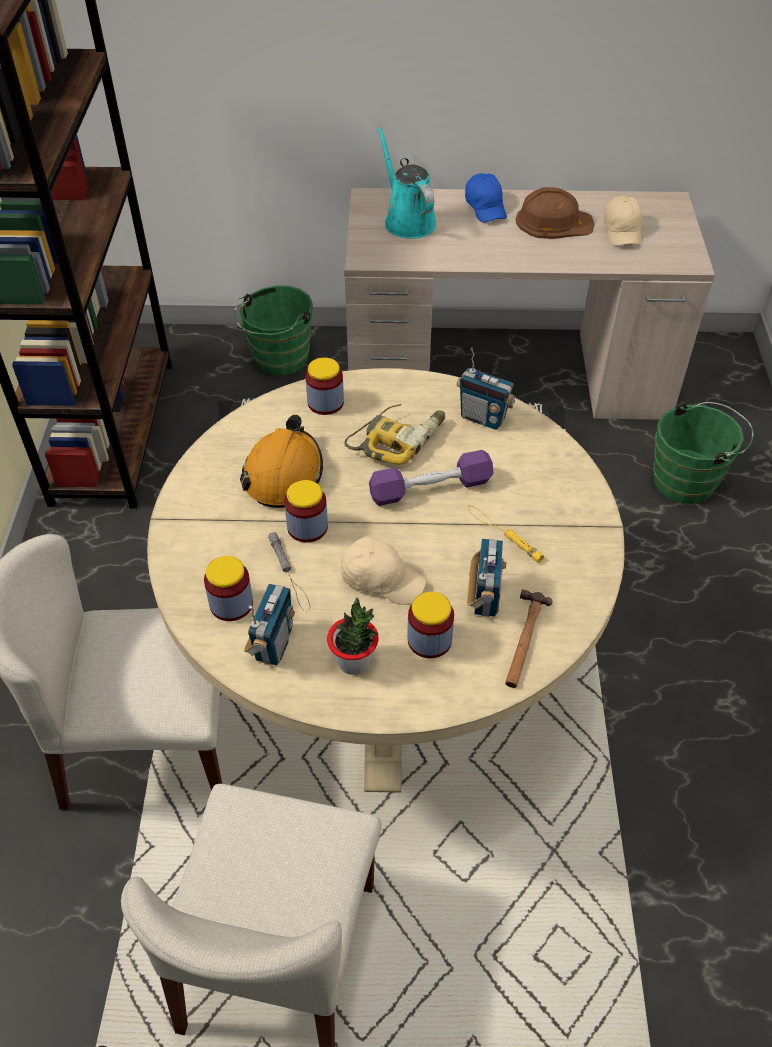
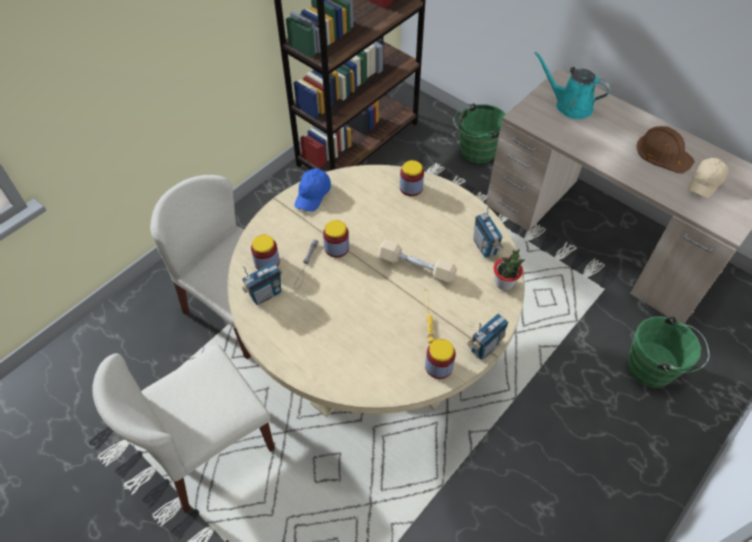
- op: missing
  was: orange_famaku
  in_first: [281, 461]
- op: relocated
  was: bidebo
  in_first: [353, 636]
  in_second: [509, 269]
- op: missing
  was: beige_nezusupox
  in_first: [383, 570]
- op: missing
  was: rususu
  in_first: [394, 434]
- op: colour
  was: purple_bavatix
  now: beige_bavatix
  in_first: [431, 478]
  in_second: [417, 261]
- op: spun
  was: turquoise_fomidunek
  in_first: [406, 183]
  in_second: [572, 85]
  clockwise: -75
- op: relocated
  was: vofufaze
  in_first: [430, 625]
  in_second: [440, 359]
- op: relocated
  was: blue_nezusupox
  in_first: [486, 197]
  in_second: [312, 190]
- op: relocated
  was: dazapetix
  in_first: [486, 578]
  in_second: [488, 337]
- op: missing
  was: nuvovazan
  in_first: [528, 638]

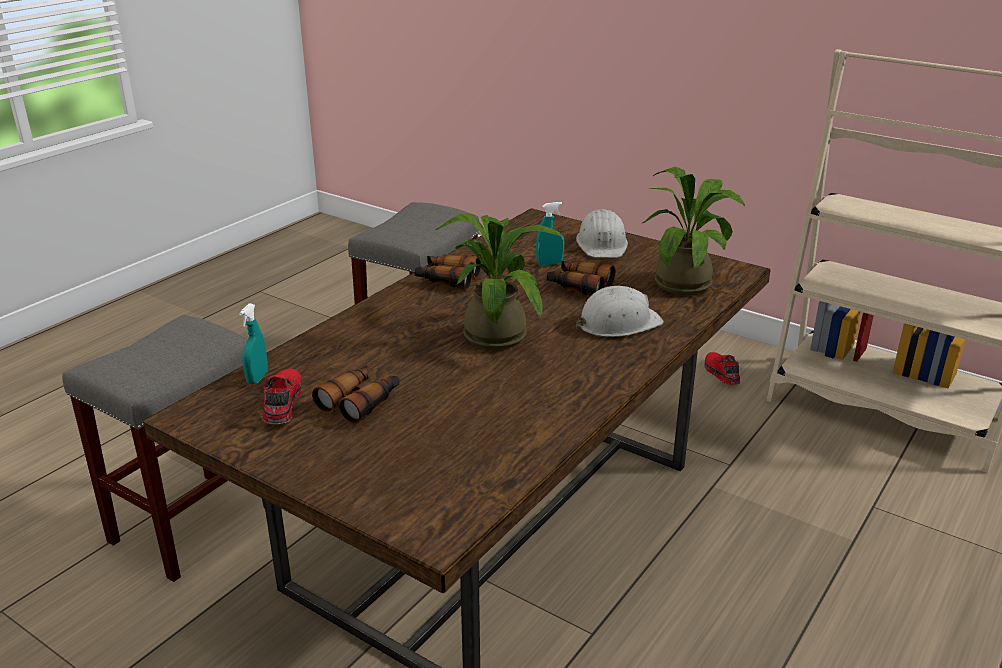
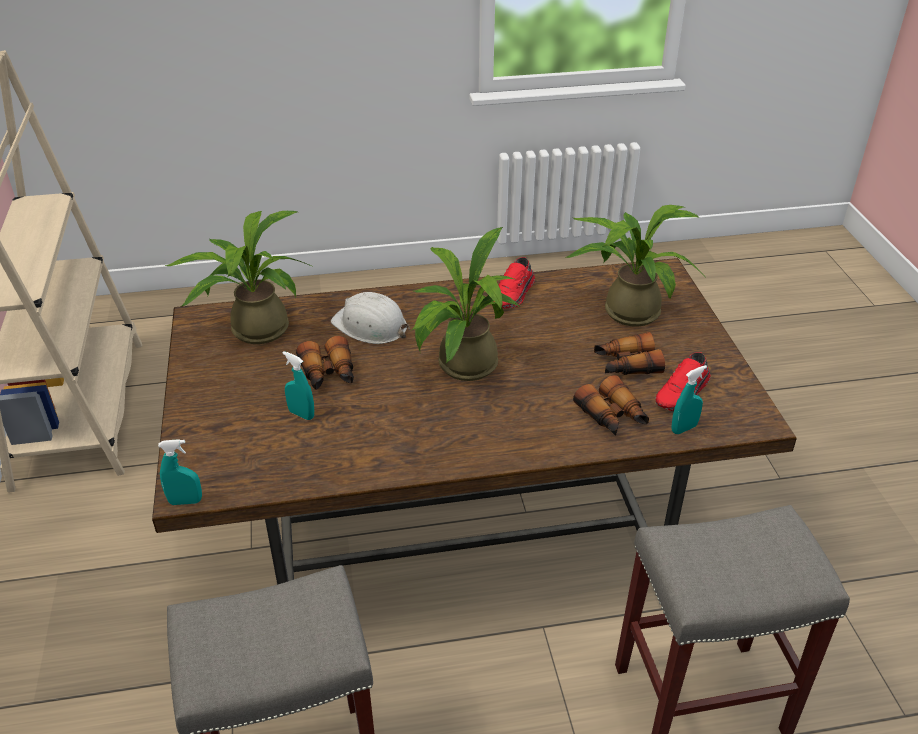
- op: relocated
  was: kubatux
  in_first: [447, 272]
  in_second: [611, 405]
- op: missing
  was: white_famaku
  in_first: [602, 233]
- op: relocated
  was: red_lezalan
  in_first: [722, 368]
  in_second: [513, 283]
- op: appeared
  now: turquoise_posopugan
  in_second: [180, 472]
- op: appeared
  now: bidebo
  in_second: [635, 266]

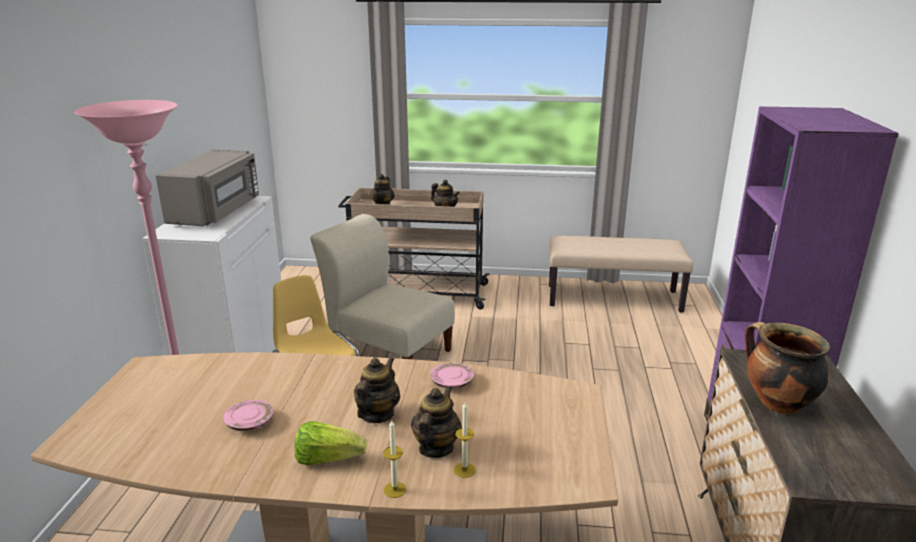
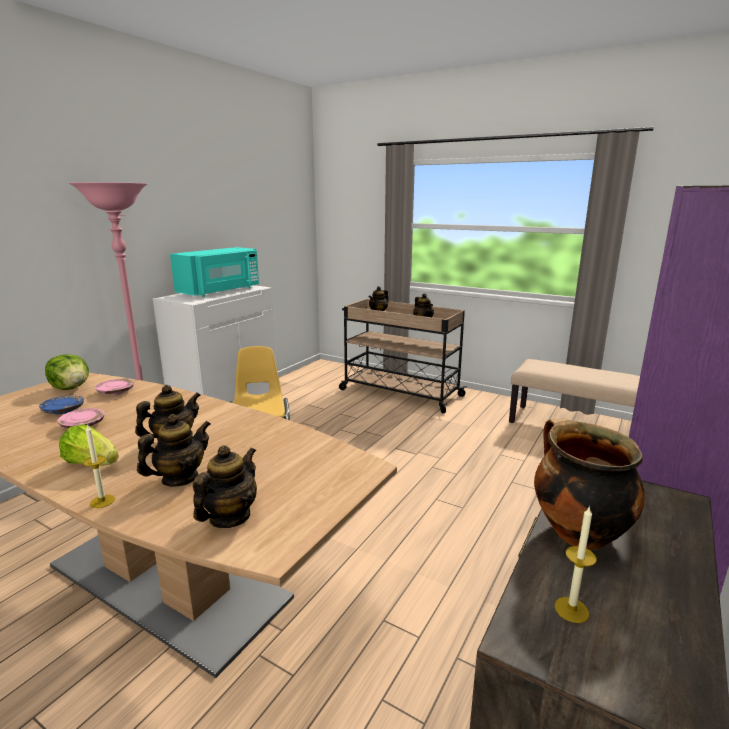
- op: colour
  was: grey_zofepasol
  now: turquoise_zofepasol
  in_first: [207, 188]
  in_second: [214, 272]
- op: missing
  was: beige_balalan
  in_first: [382, 286]
- op: relocated
  was: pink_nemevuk
  in_first: [452, 376]
  in_second: [114, 387]
- op: relocated
  was: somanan
  in_first: [464, 440]
  in_second: [575, 564]
- op: appeared
  now: blue_nemevuk
  in_second: [61, 404]
- op: appeared
  now: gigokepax
  in_second: [67, 372]
- op: appeared
  now: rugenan
  in_second: [225, 486]

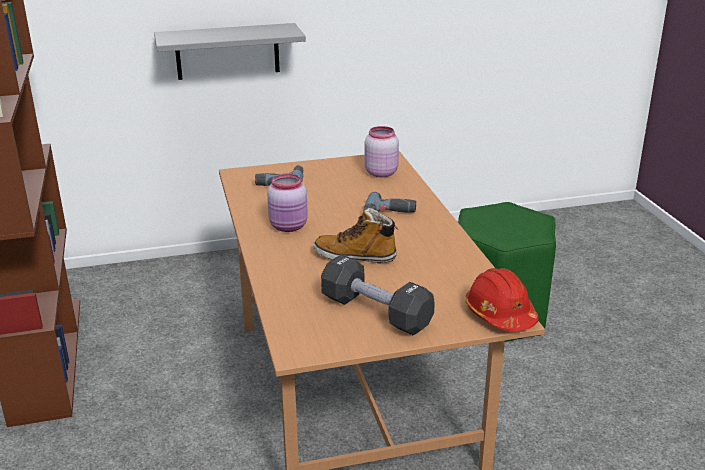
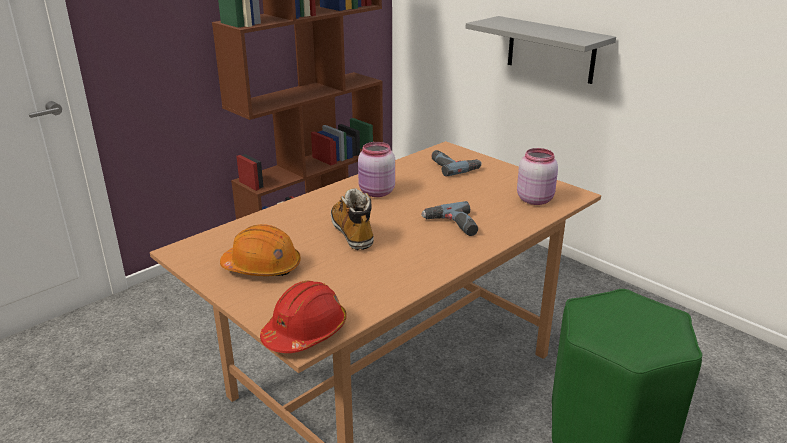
- op: exchanged
  was: black_bavatix
  now: orange_famaku
  in_first: [378, 294]
  in_second: [260, 250]

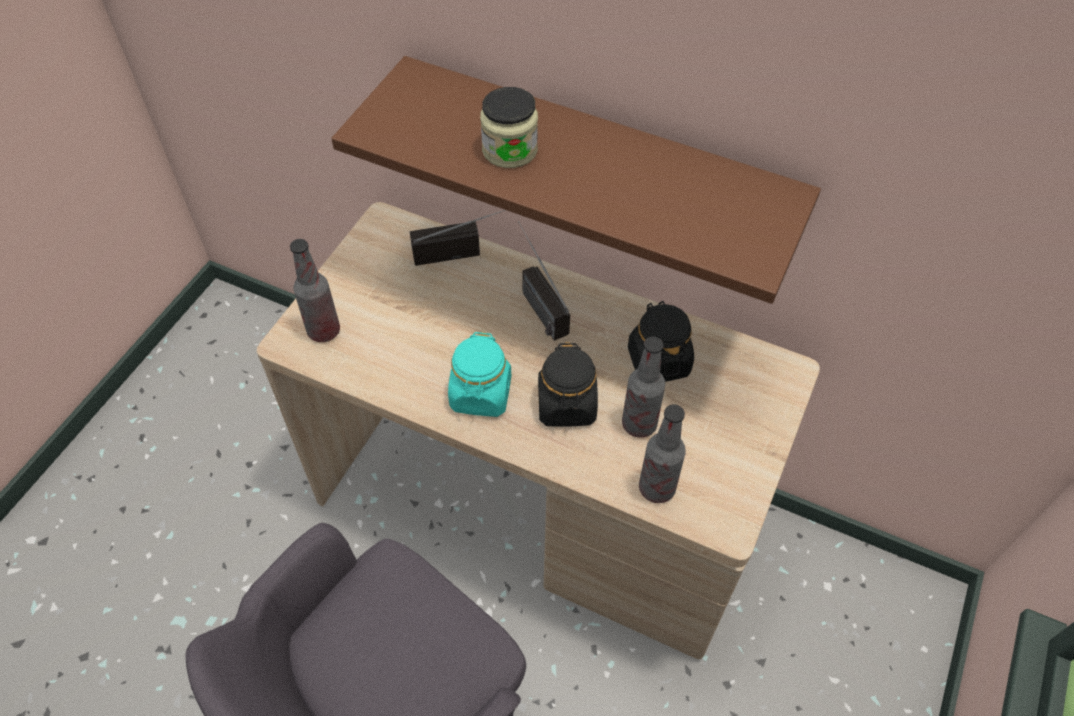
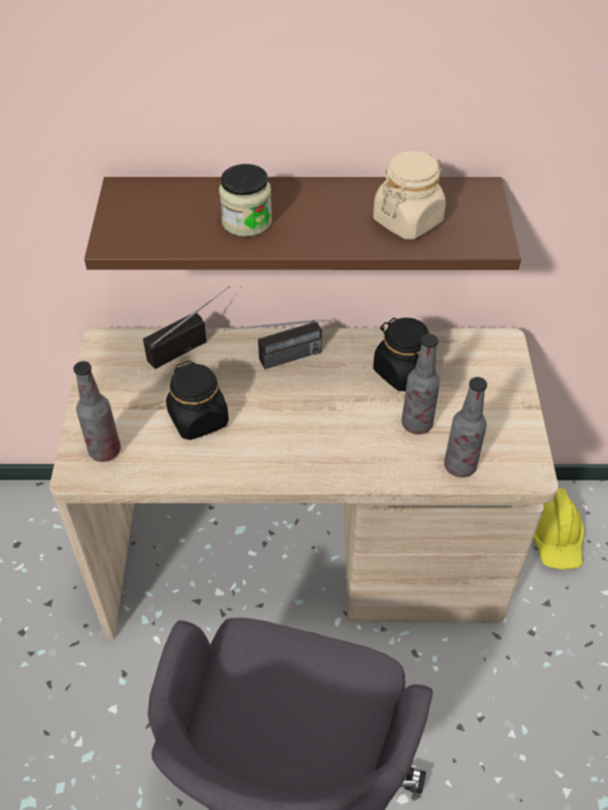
- op: missing
  was: turquoise_vofufaze
  in_first: [479, 374]
- op: spun
  was: dazapetix
  in_first: [544, 281]
  in_second: [273, 344]
  clockwise: -60
- op: relocated
  was: black_vofufaze
  in_first: [568, 384]
  in_second: [197, 400]
- op: appeared
  now: beige_vofufaze
  in_second: [409, 195]
- op: appeared
  now: yellow_famaku
  in_second: [558, 529]

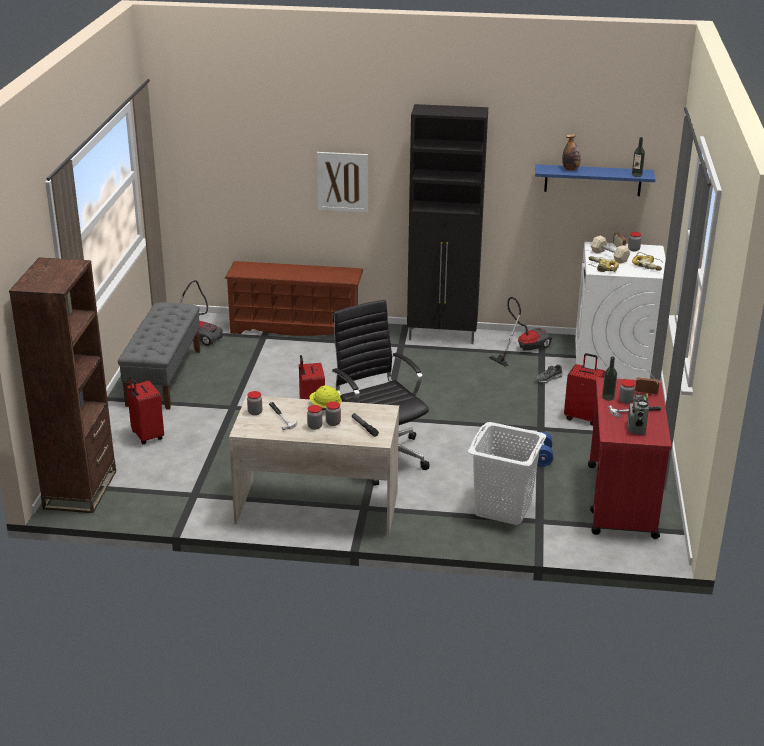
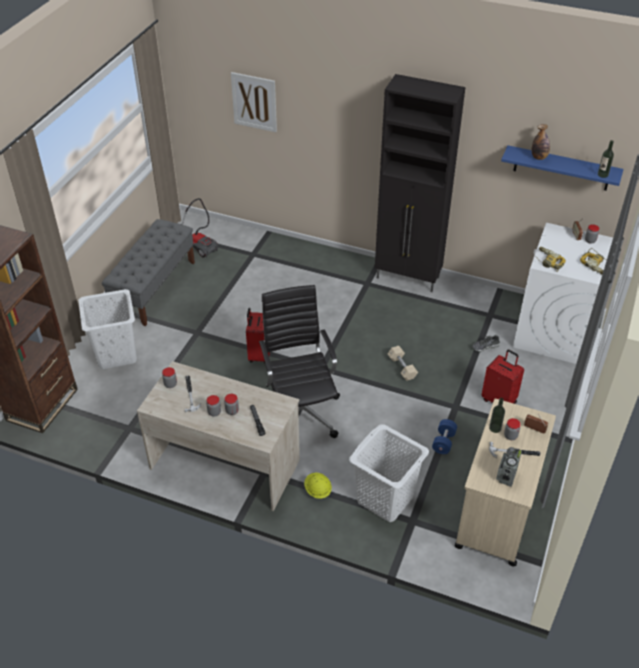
- op: exchanged
  was: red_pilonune
  now: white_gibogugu
  in_first: [145, 410]
  in_second: [107, 329]
- op: missing
  was: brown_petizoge
  in_first: [293, 298]
- op: relocated
  was: yellow_famaku
  in_first: [326, 397]
  in_second: [318, 486]
- op: relocated
  was: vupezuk
  in_first: [342, 182]
  in_second: [254, 102]
- op: missing
  was: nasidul
  in_first: [520, 332]
- op: colour
  was: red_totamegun
  now: beige_totamegun
  in_first: [629, 458]
  in_second: [505, 482]
- op: relocated
  was: beige_bavatix
  in_first: [610, 250]
  in_second: [403, 363]

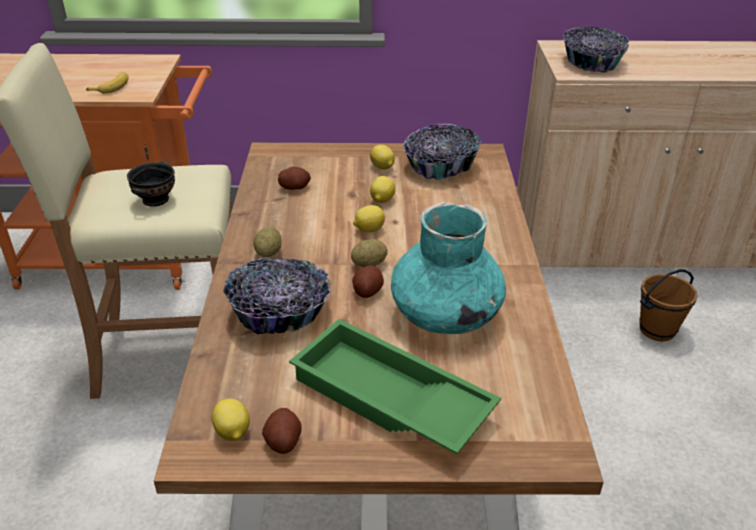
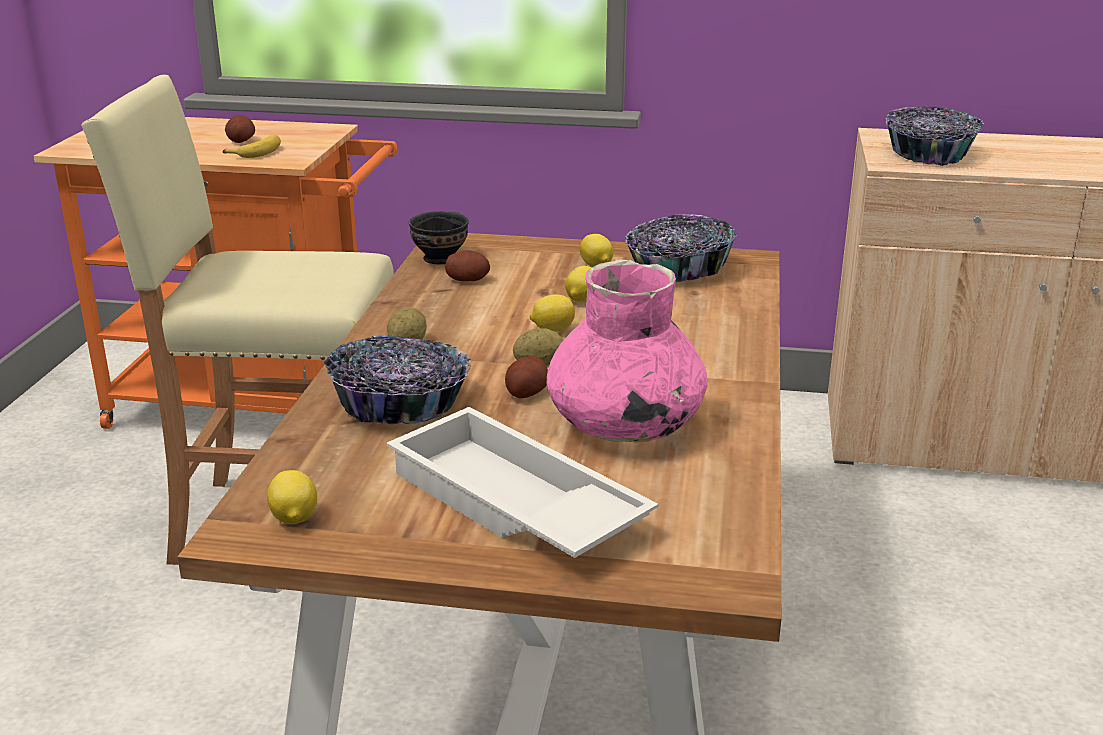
- op: relocated
  was: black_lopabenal
  in_first: [151, 184]
  in_second: [439, 237]
- op: relocated
  was: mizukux
  in_first: [282, 431]
  in_second: [240, 129]
- op: colour
  was: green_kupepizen
  now: white_kupepizen
  in_first: [395, 386]
  in_second: [523, 482]
- op: colour
  was: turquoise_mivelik
  now: pink_mivelik
  in_first: [448, 268]
  in_second: [627, 351]
- op: missing
  was: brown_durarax
  in_first: [668, 305]

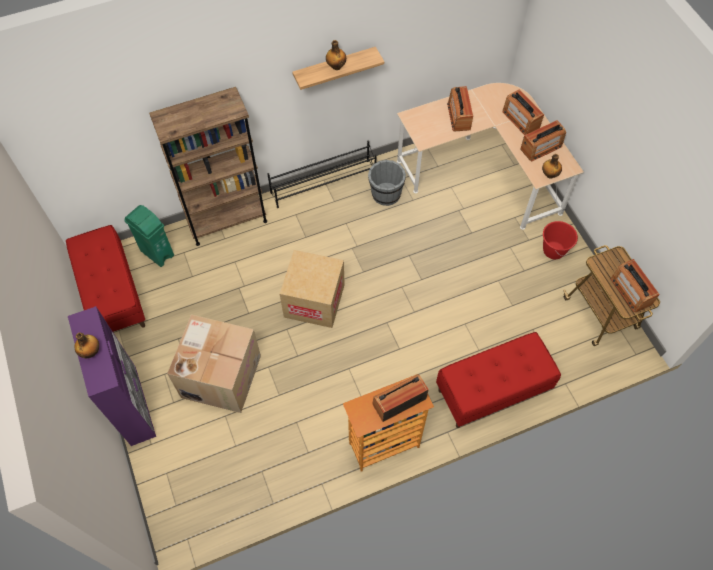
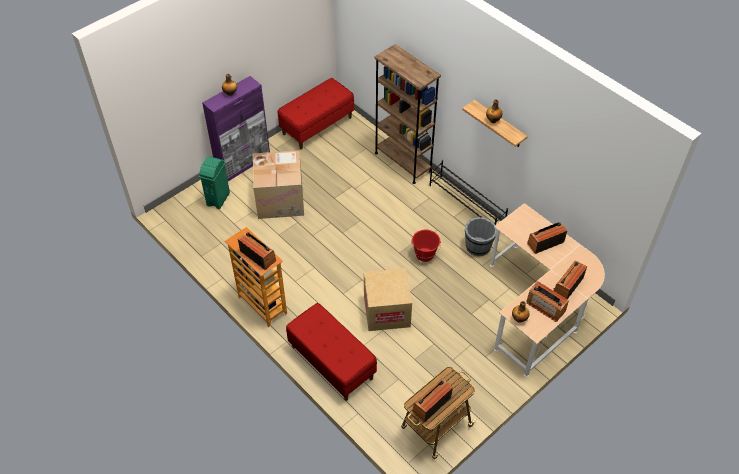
- op: relocated
  was: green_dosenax
  in_first: [149, 236]
  in_second: [214, 182]
- op: relocated
  was: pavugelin
  in_first: [312, 289]
  in_second: [388, 299]
- op: relocated
  was: red_durarax
  in_first: [560, 240]
  in_second: [426, 246]

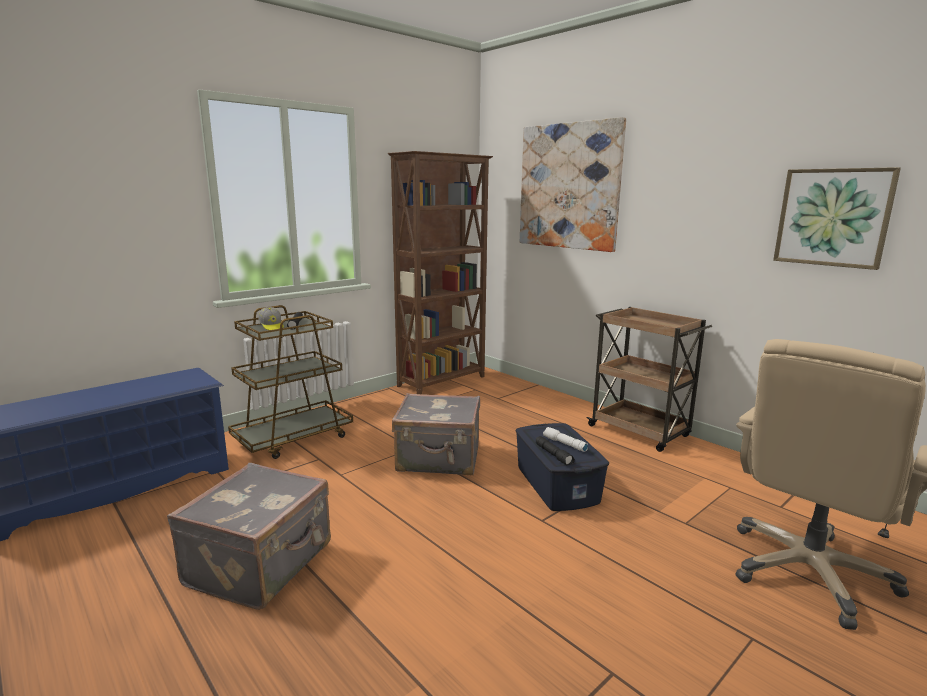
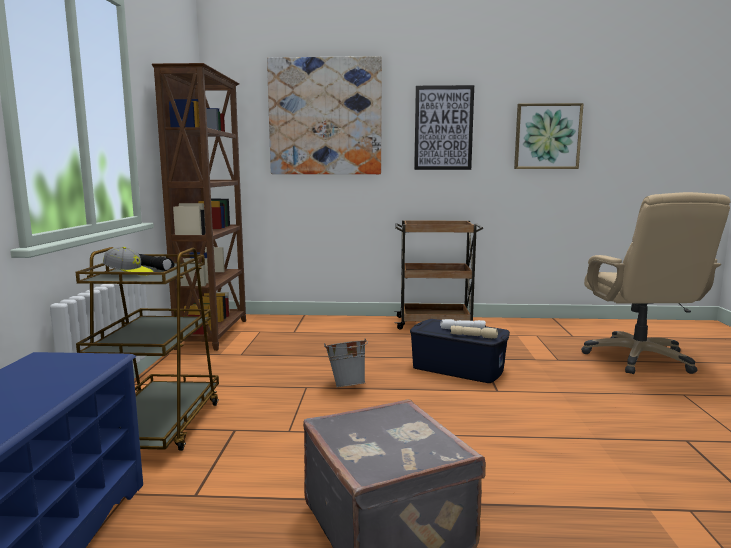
- op: exchanged
  was: grey_pilonune
  now: grey_durarax
  in_first: [436, 434]
  in_second: [346, 362]
- op: colour
  was: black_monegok
  now: beige_monegok
  in_first: [555, 450]
  in_second: [474, 332]
- op: appeared
  now: vupezuk
  in_second: [444, 127]

